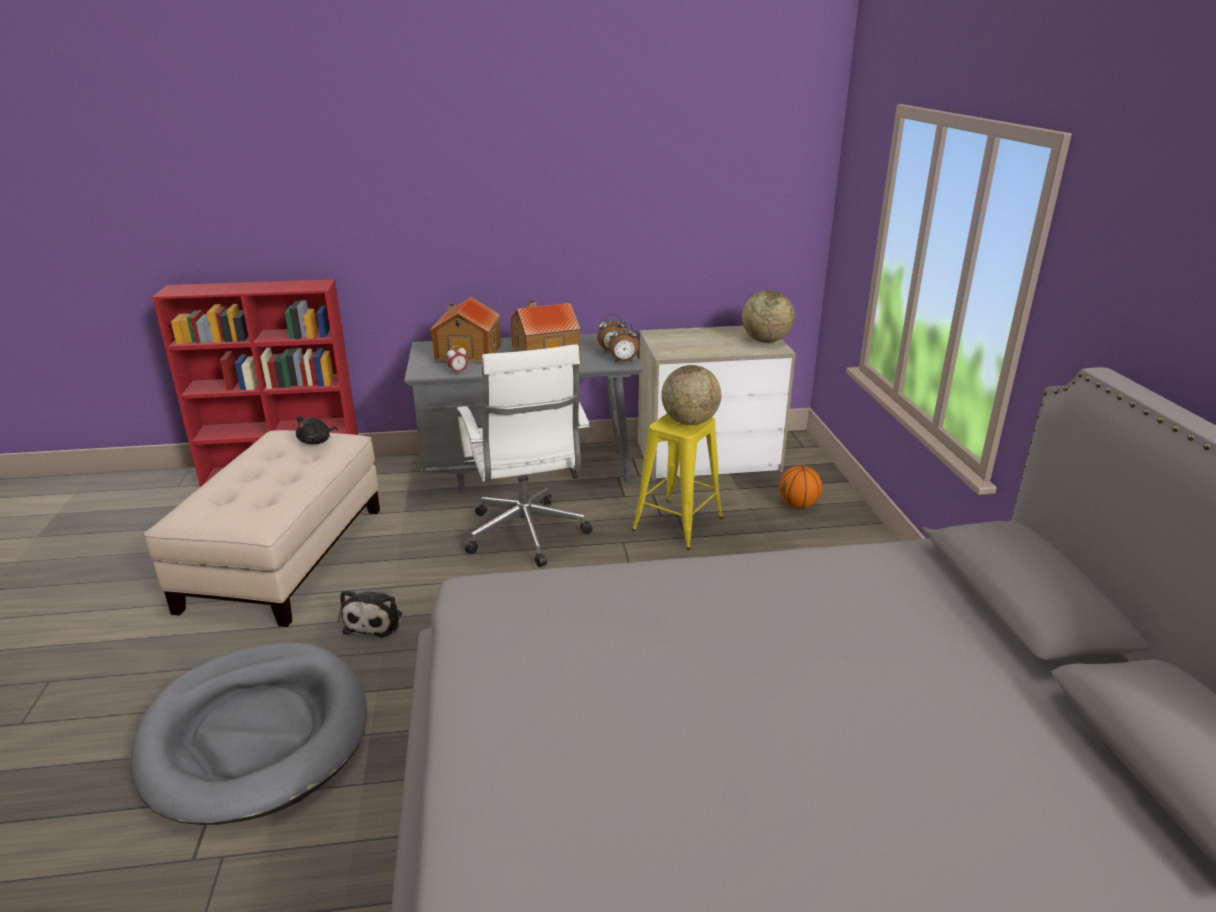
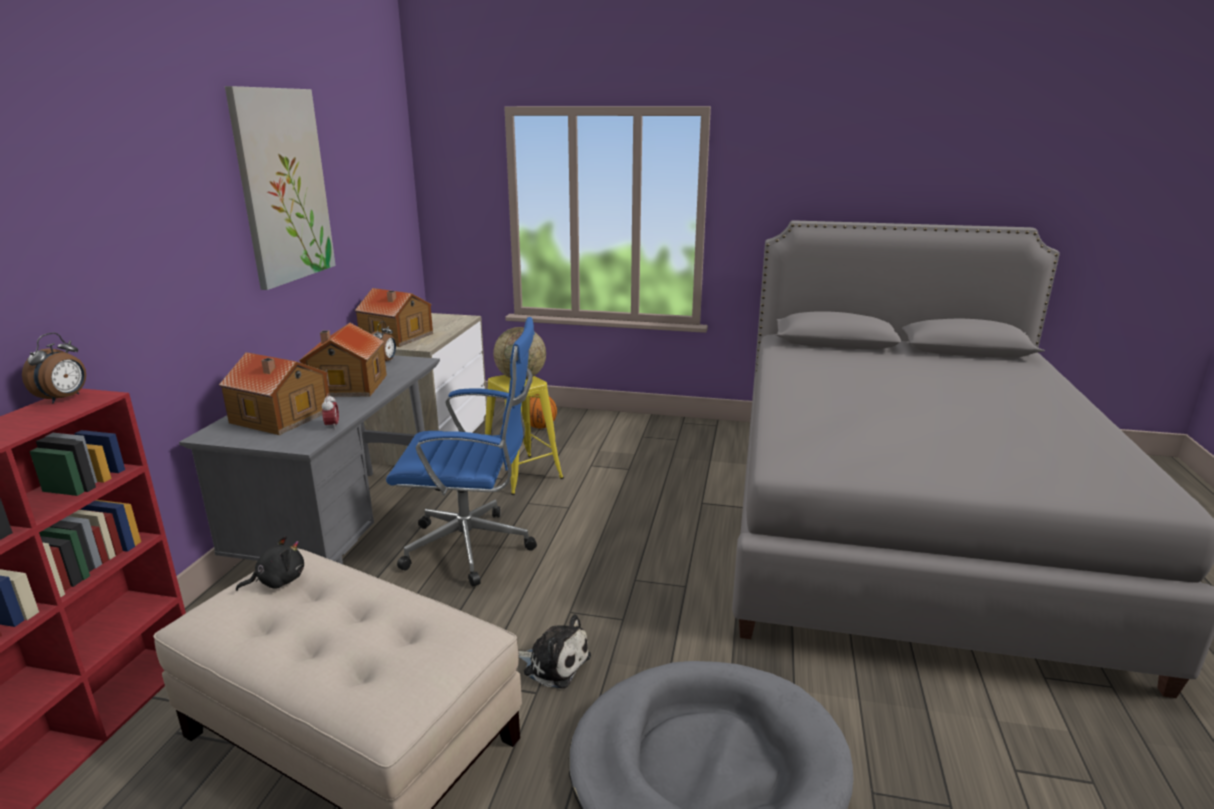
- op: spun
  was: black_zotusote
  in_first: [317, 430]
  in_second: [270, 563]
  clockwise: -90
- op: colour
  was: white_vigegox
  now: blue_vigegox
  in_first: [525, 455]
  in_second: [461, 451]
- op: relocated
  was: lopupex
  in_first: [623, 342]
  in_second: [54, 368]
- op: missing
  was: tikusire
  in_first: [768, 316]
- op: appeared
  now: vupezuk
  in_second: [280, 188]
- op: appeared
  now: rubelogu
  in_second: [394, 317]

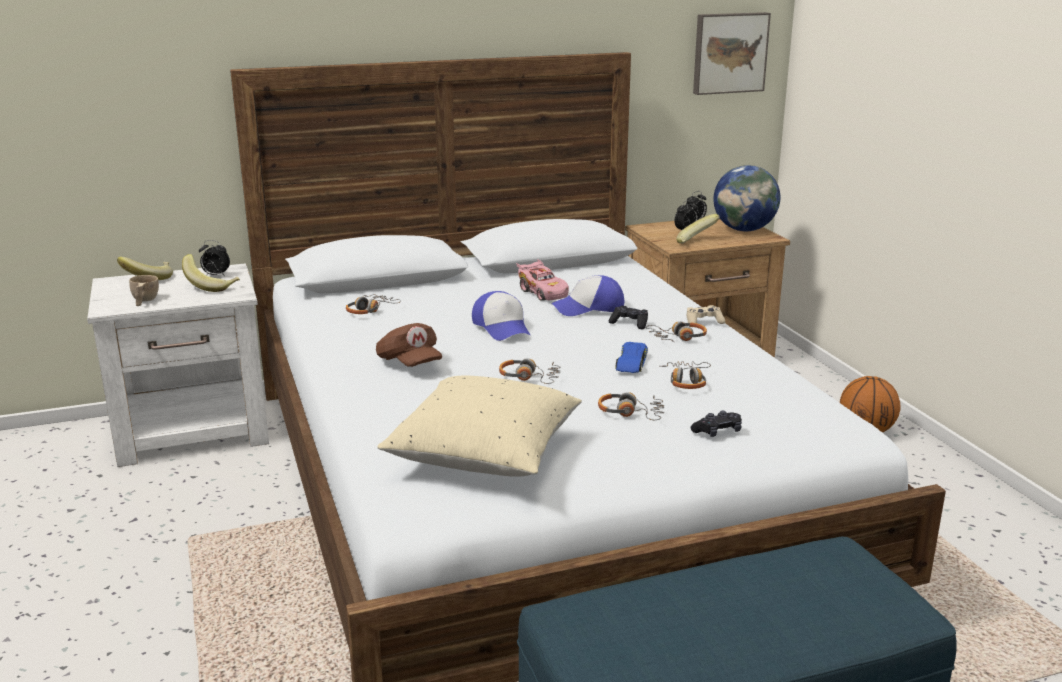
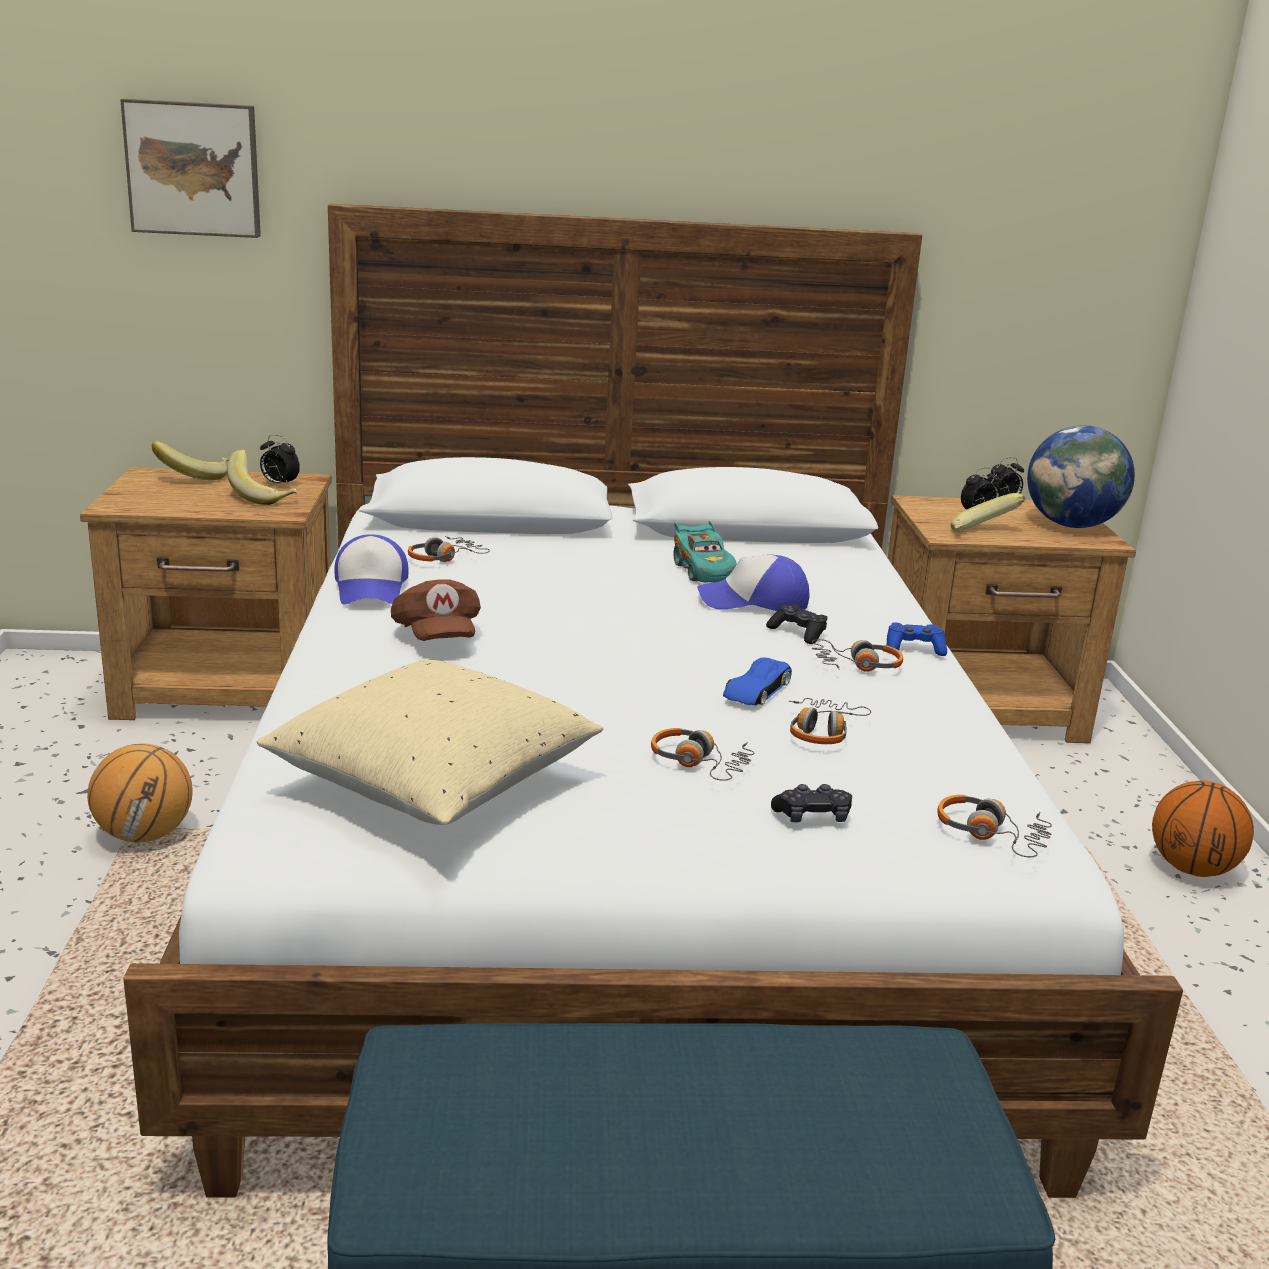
- op: colour
  was: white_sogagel
  now: brown_sogagel
  in_first: [178, 365]
  in_second: [206, 593]
- op: missing
  was: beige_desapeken
  in_first: [144, 290]
- op: relocated
  was: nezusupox
  in_first: [501, 316]
  in_second: [371, 569]
- op: relocated
  was: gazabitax
  in_first: [529, 371]
  in_second: [994, 826]
- op: colour
  was: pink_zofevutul
  now: turquoise_zofevutul
  in_first: [542, 280]
  in_second: [705, 552]
- op: colour
  was: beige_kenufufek
  now: blue_kenufufek
  in_first: [706, 314]
  in_second: [916, 639]
- op: relocated
  was: vupezuk
  in_first: [732, 53]
  in_second: [190, 168]
- op: appeared
  now: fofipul
  in_second: [140, 793]

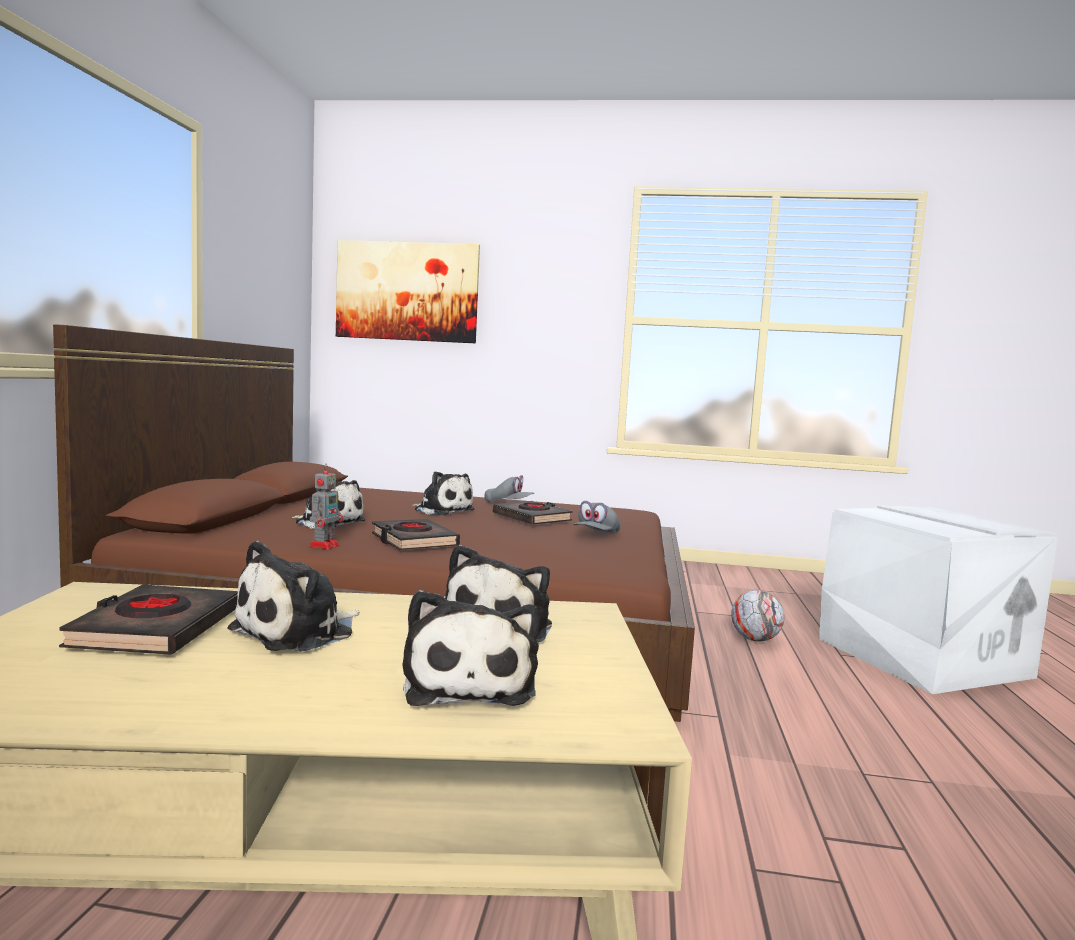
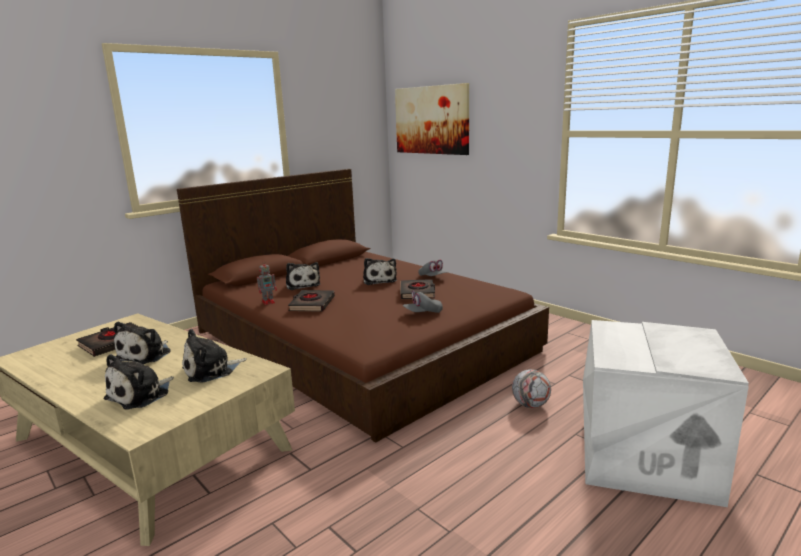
- op: spun
  was: zotusote
  in_first: [293, 596]
  in_second: [142, 343]
  clockwise: -60

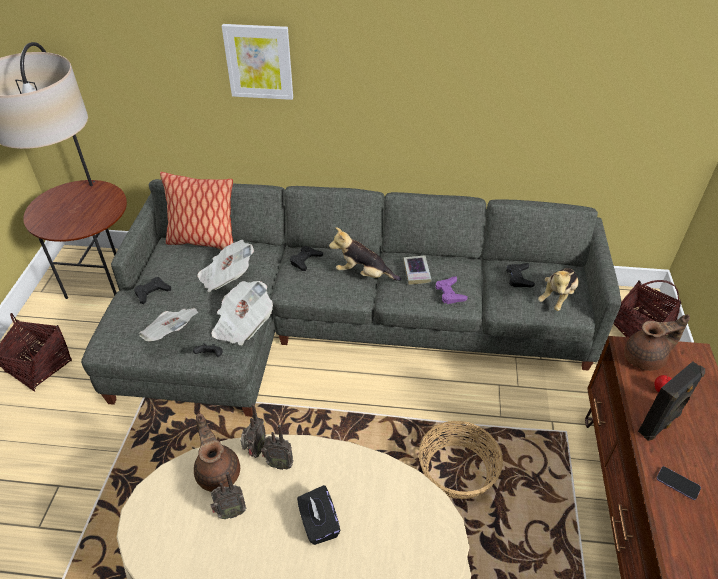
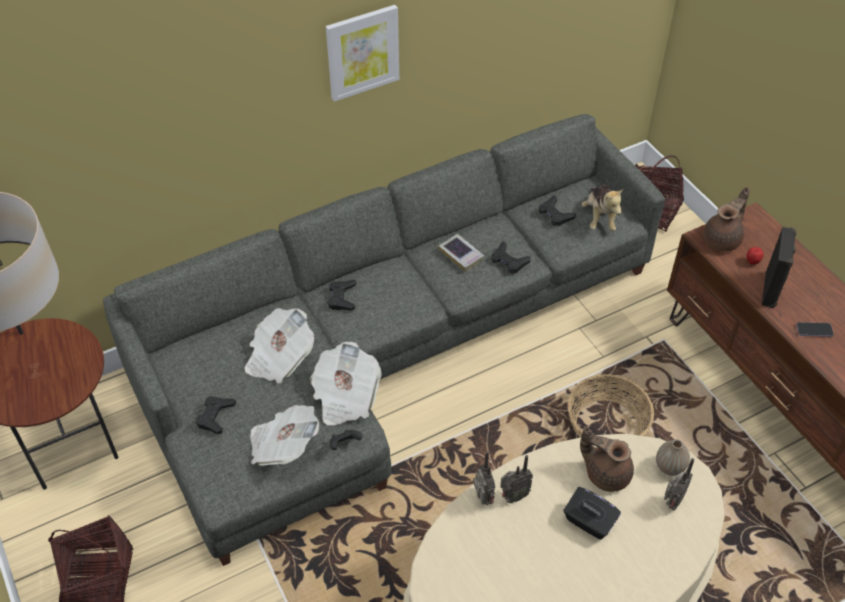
- op: missing
  was: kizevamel
  in_first: [196, 211]
- op: relocated
  was: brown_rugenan
  in_first: [217, 453]
  in_second: [607, 459]
- op: relocated
  was: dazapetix
  in_first: [228, 495]
  in_second: [679, 484]
- op: relocated
  was: vupezuk
  in_first: [257, 62]
  in_second: [362, 53]
- op: missing
  was: zotusote
  in_first: [365, 254]
- op: colour
  was: purple_kenufufek
  now: black_kenufufek
  in_first: [452, 290]
  in_second: [511, 257]
- op: appeared
  now: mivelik
  in_second: [673, 457]

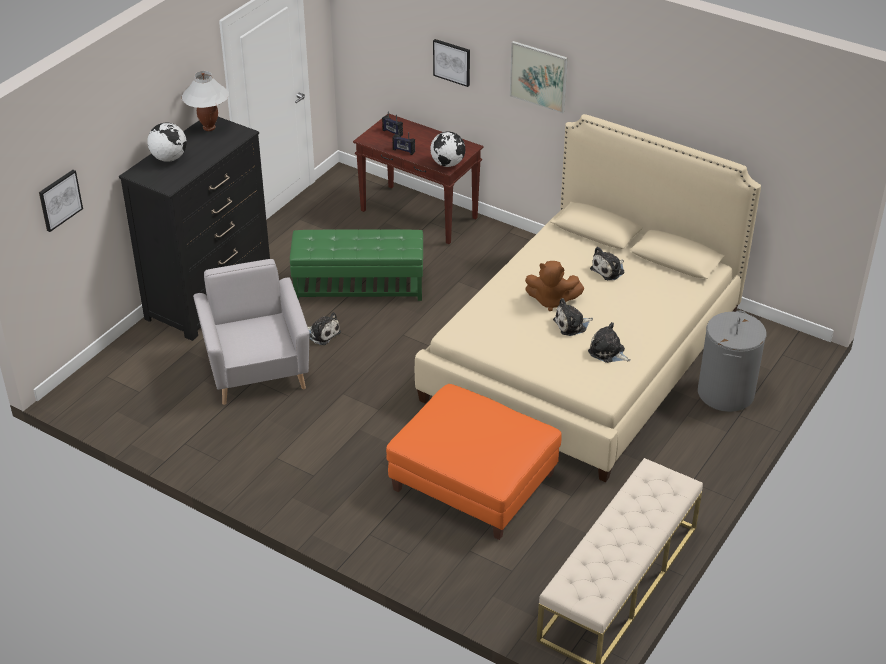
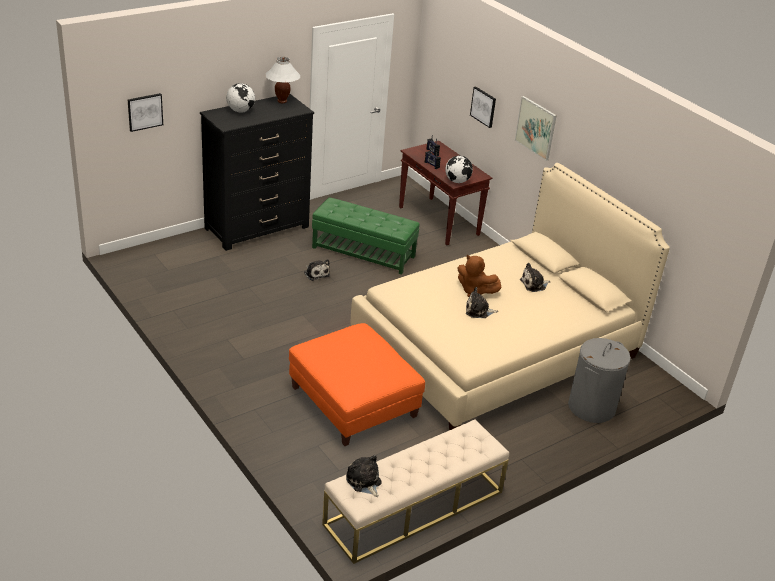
- op: missing
  was: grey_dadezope
  in_first: [251, 332]
- op: relocated
  was: zotusote
  in_first: [609, 342]
  in_second: [364, 476]

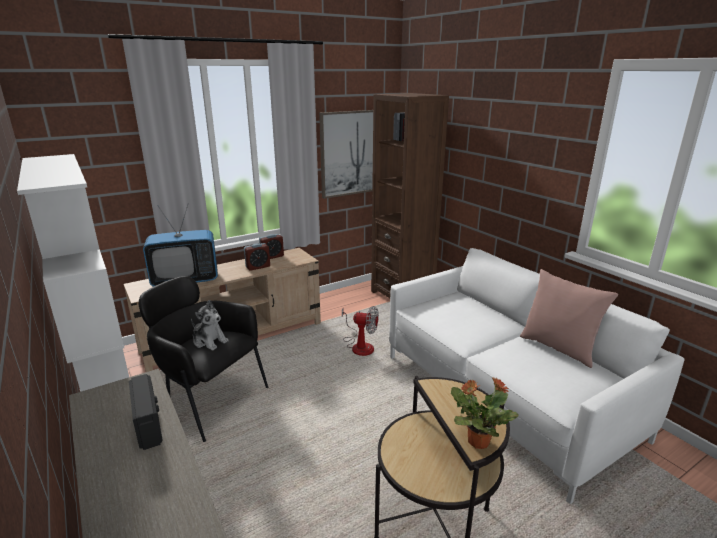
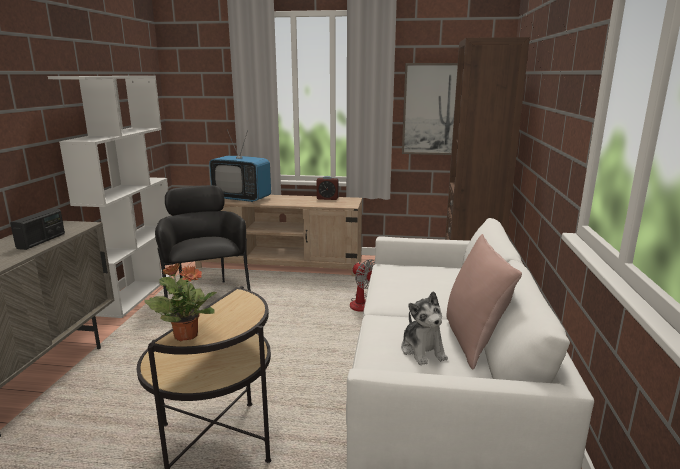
- op: relocated
  was: zotusote
  in_first: [210, 325]
  in_second: [424, 328]
- op: missing
  was: lopupex
  in_first: [257, 257]

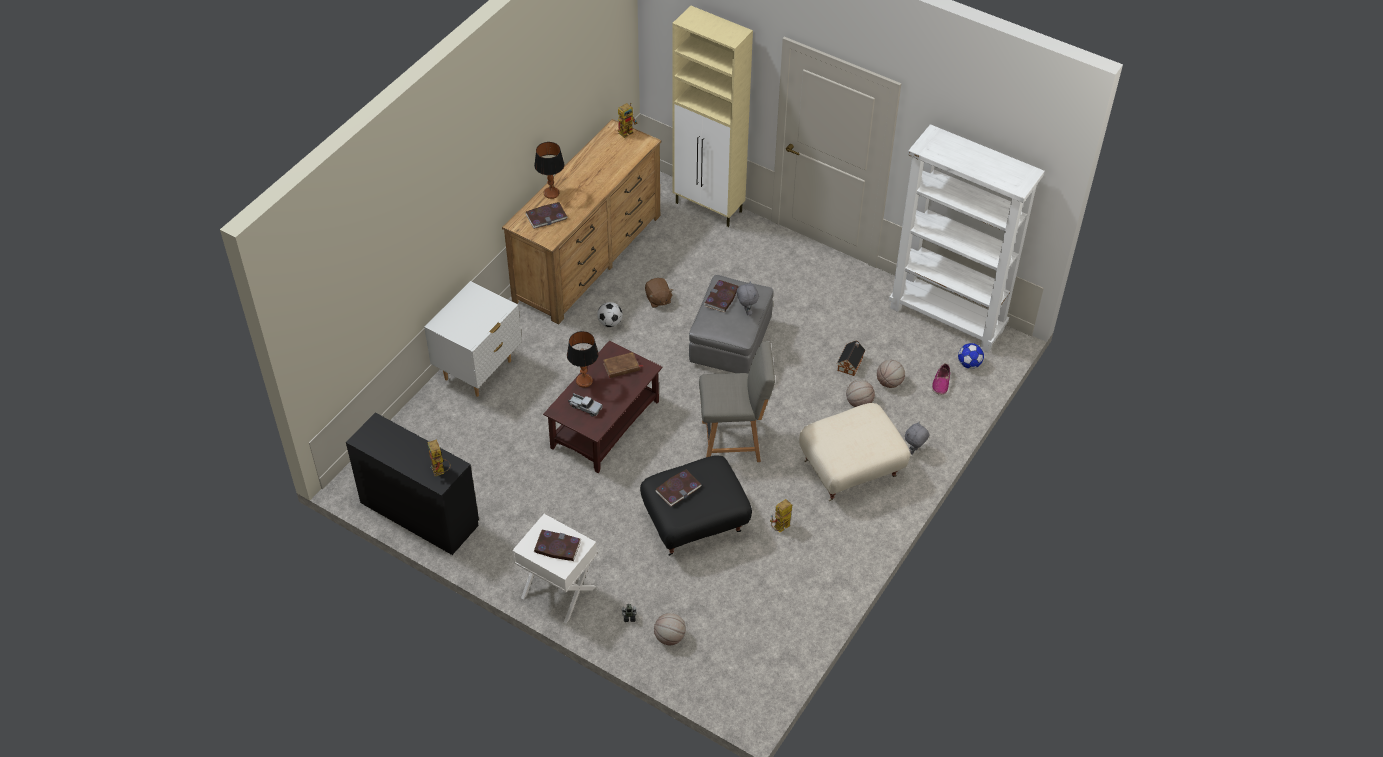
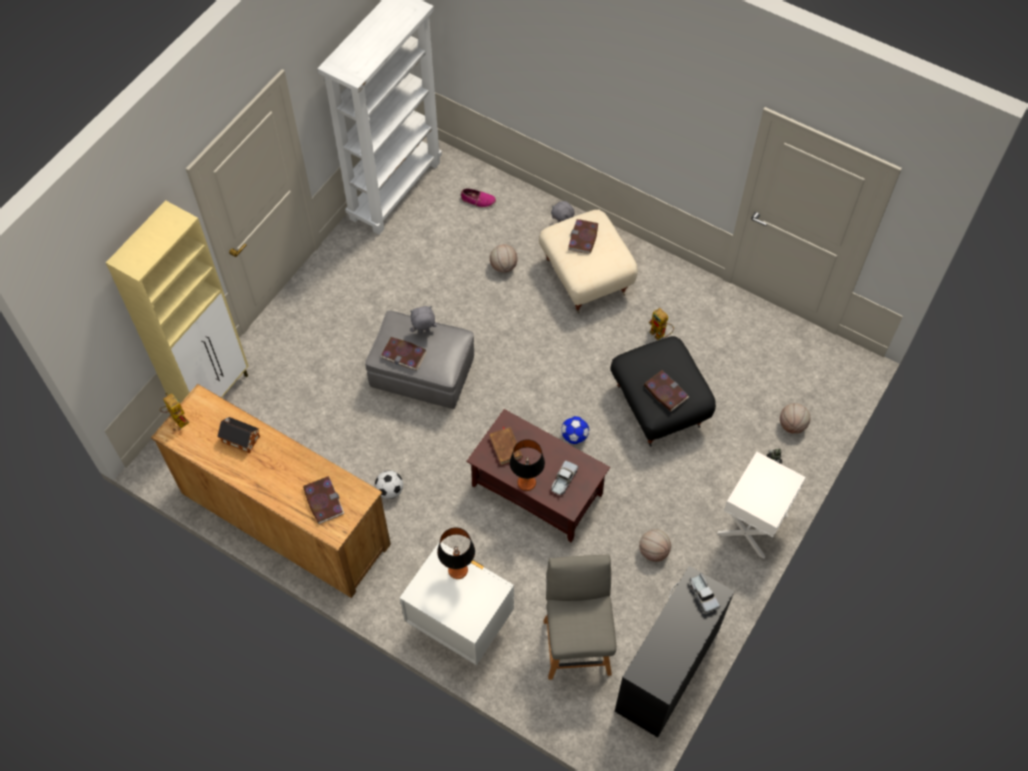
- op: exchanged
  was: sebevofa
  now: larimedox
  in_first: [439, 457]
  in_second: [705, 593]
- op: relocated
  was: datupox
  in_first: [549, 170]
  in_second: [456, 553]
- op: relocated
  was: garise
  in_first: [557, 545]
  in_second: [583, 236]
- op: missing
  was: brown_zotusote
  in_first: [659, 293]
- op: relocated
  was: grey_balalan
  in_first: [737, 401]
  in_second: [579, 617]
- op: relocated
  was: rubelogu
  in_first: [851, 358]
  in_second: [238, 435]
- op: relocated
  was: fofipul
  in_first: [891, 374]
  in_second: [655, 545]
- op: relocated
  was: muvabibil
  in_first: [971, 356]
  in_second: [575, 430]

